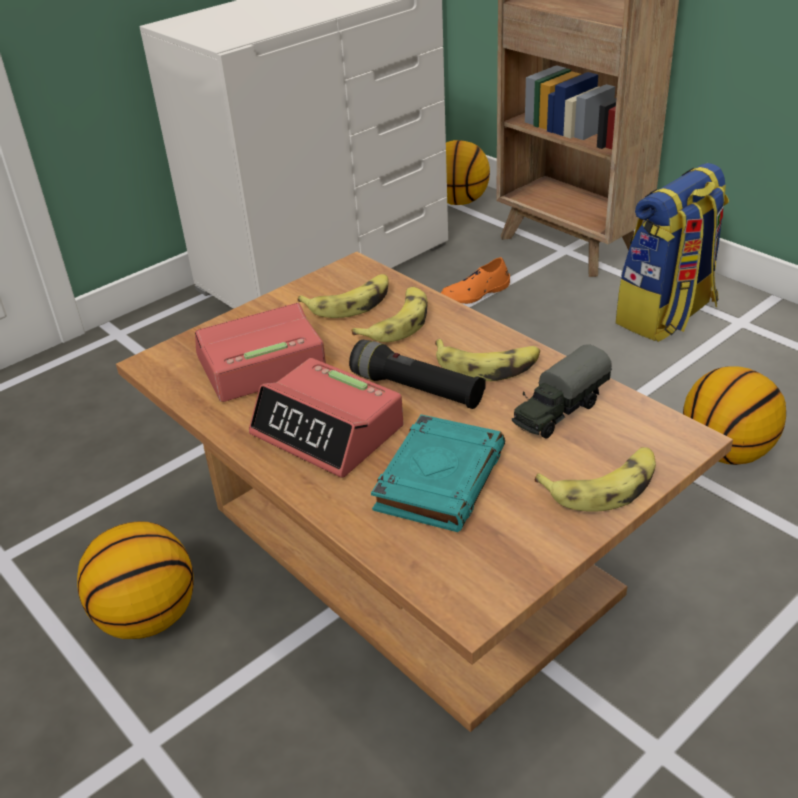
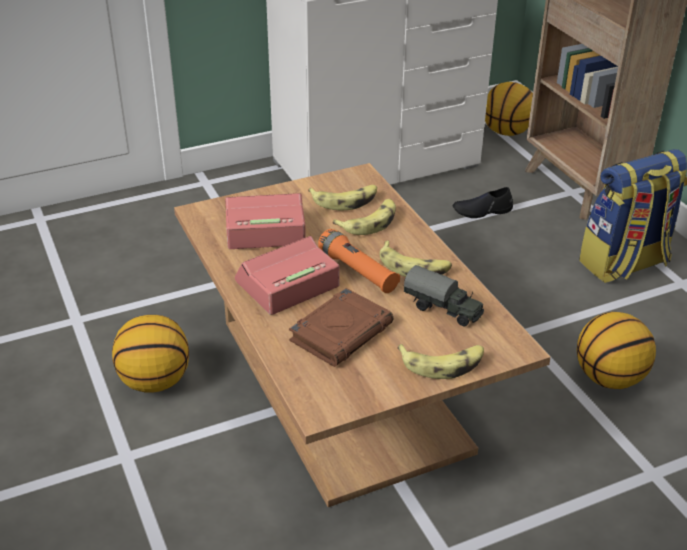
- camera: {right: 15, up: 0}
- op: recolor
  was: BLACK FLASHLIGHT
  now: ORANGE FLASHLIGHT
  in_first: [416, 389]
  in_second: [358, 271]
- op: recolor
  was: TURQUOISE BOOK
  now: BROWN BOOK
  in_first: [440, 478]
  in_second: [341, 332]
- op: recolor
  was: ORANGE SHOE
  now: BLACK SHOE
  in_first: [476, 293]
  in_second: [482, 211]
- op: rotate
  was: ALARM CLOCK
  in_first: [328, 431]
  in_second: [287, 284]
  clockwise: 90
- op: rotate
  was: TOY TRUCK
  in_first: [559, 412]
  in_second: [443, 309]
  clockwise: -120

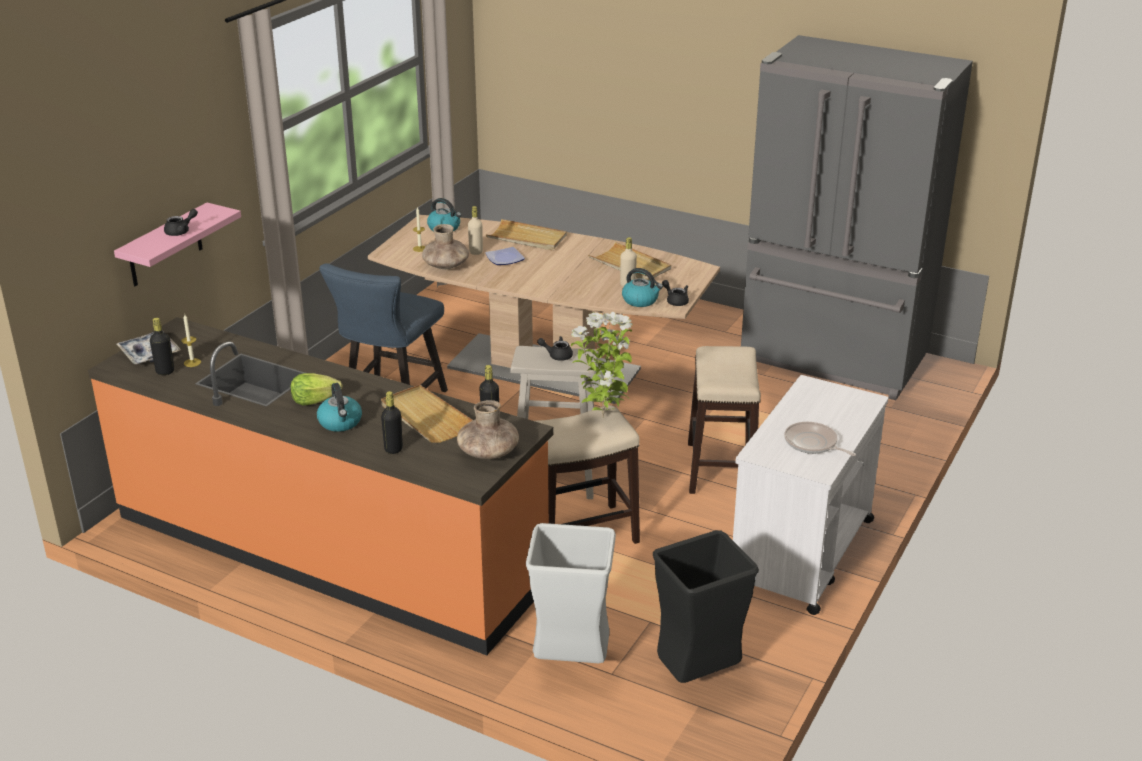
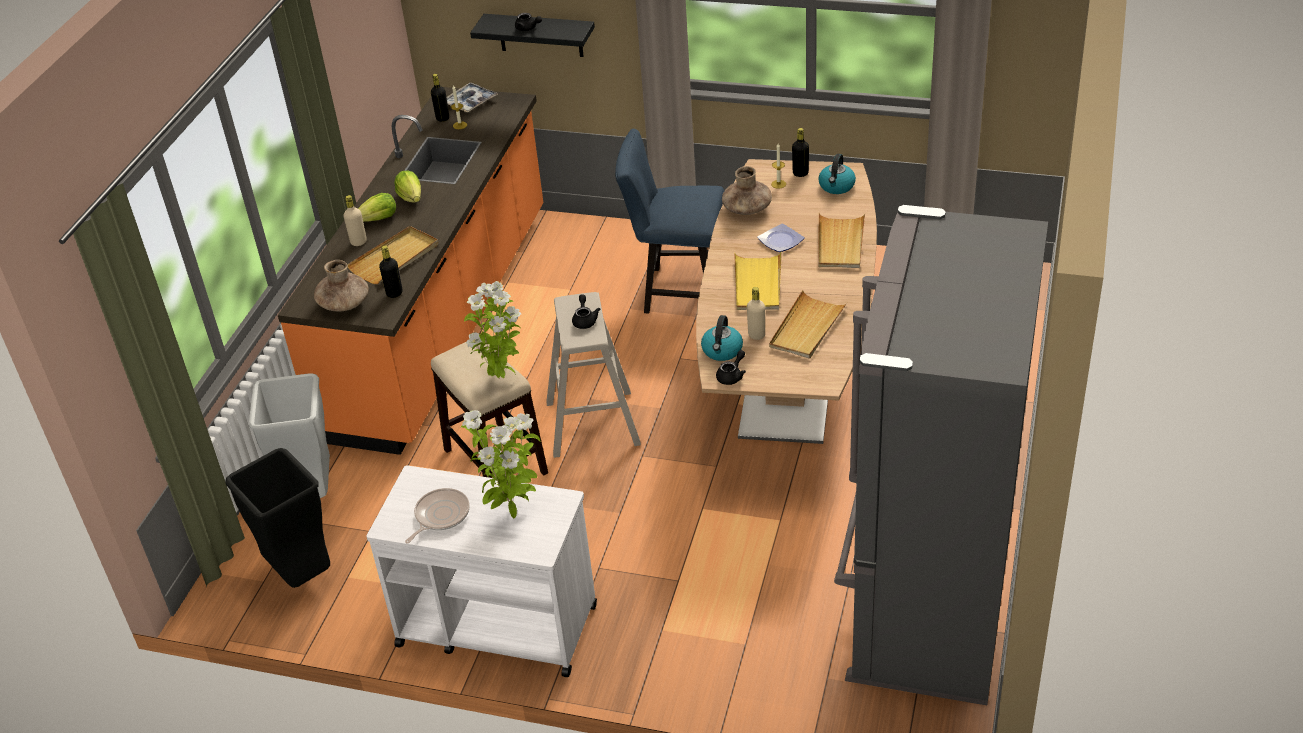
- camera: {right: 80, up: 10}
- op: delete
  was: STOOL
  in_first: [721, 469]
- op: insert
  now: POTTED PLANT
  in_second: [512, 510]
- op: insert
  now: YELLOW TRAY
  in_second: [757, 284]
- op: move
  was: BLACK BOTTLE
  in_first: [393, 449]
  in_second: [800, 173]
- op: move
  was: BEIGE BOTTLE
  in_first: [476, 252]
  in_second: [358, 242]
- op: replace
  was: KETTLE
  now: LETTUCE
  in_first: [340, 422]
  in_second: [379, 219]
- op: recolor
  was: PINK SHELF
  now: BLACK SHELF
  in_first: [165, 246]
  in_second: [540, 35]

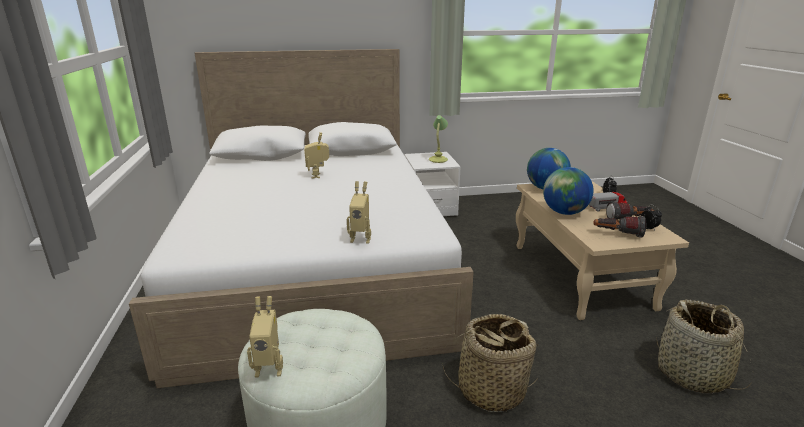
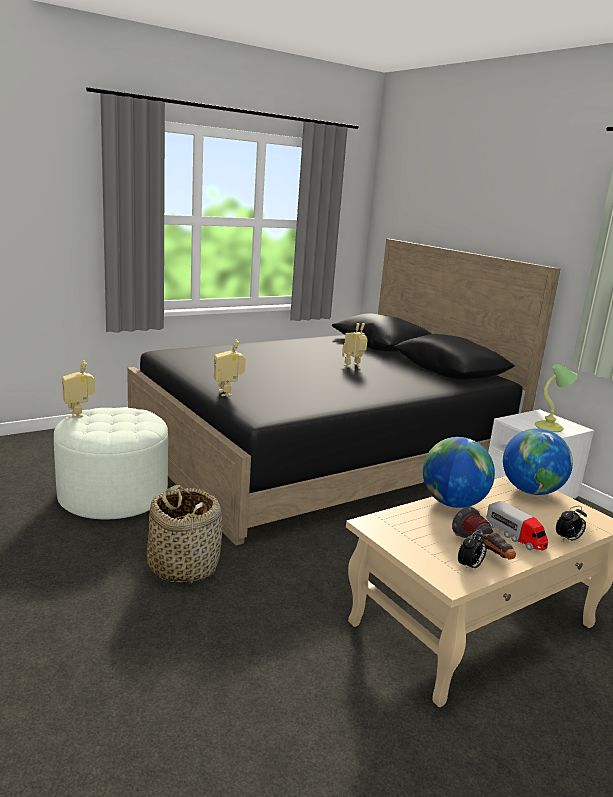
- camera: {right: 65, up: -5}
- op: delete
  was: FLASHLIGHT
  in_first: [617, 234]
- op: delete
  was: BASKET
  in_first: [692, 374]
- op: recolor
  was: WHITE BED
  now: BLACK BED
  in_first: [315, 264]
  in_second: [324, 453]

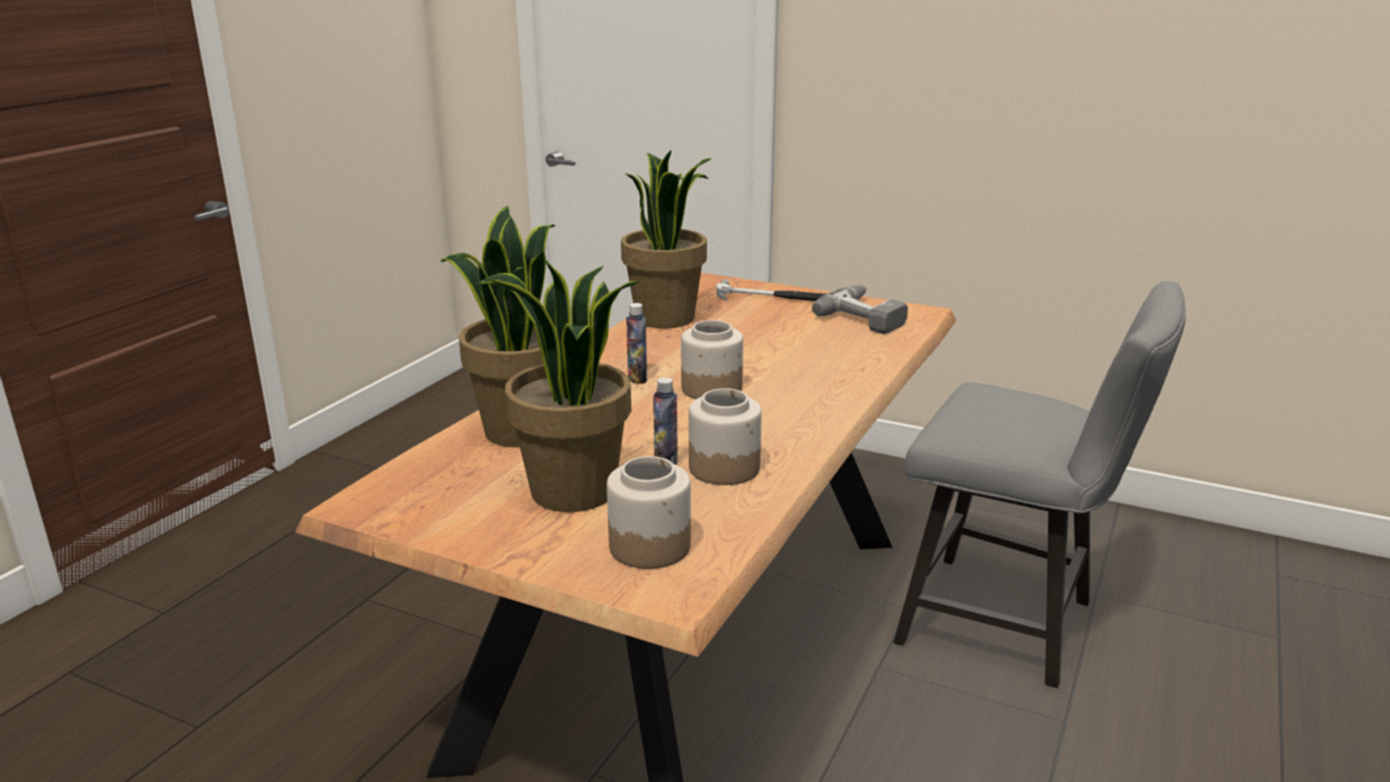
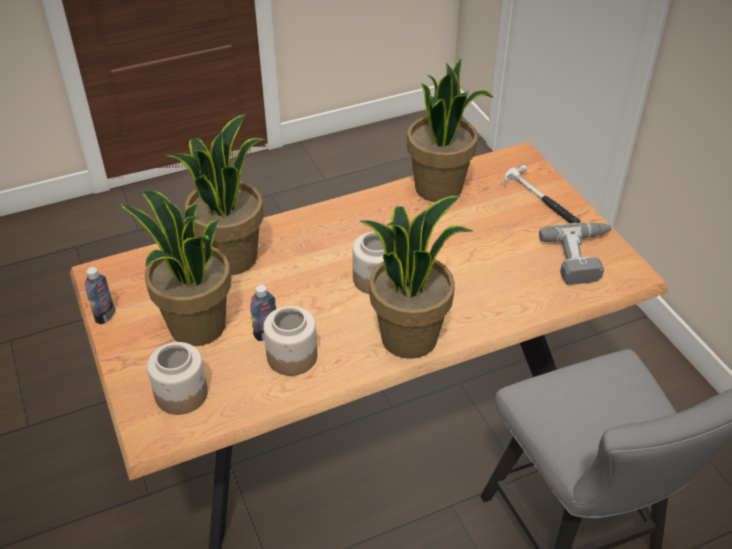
- camera: {right: 40, up: 20}
- op: insert
  now: POTTED PLANT
  in_second: [409, 336]
- op: move
  was: BOTTLE
  in_first: [637, 378]
  in_second: [105, 316]

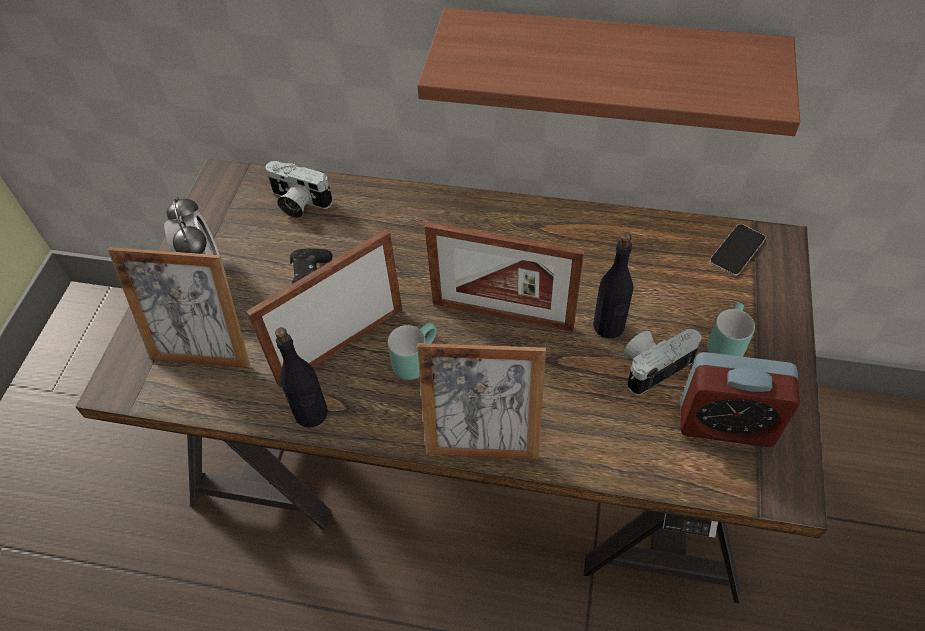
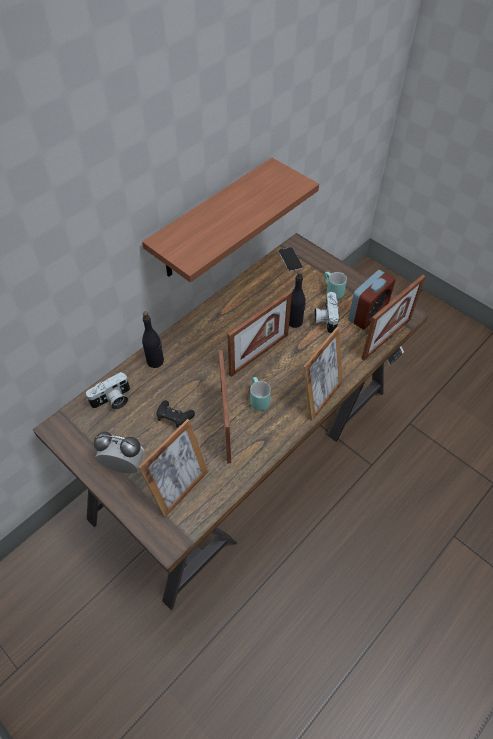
- camera: {right: -60, up: 0}
- op: insert
  now: PICTURE FRAME
  in_second: [386, 338]
- op: move
  was: BLACK BOTTLE
  in_first: [311, 414]
  in_second: [155, 361]

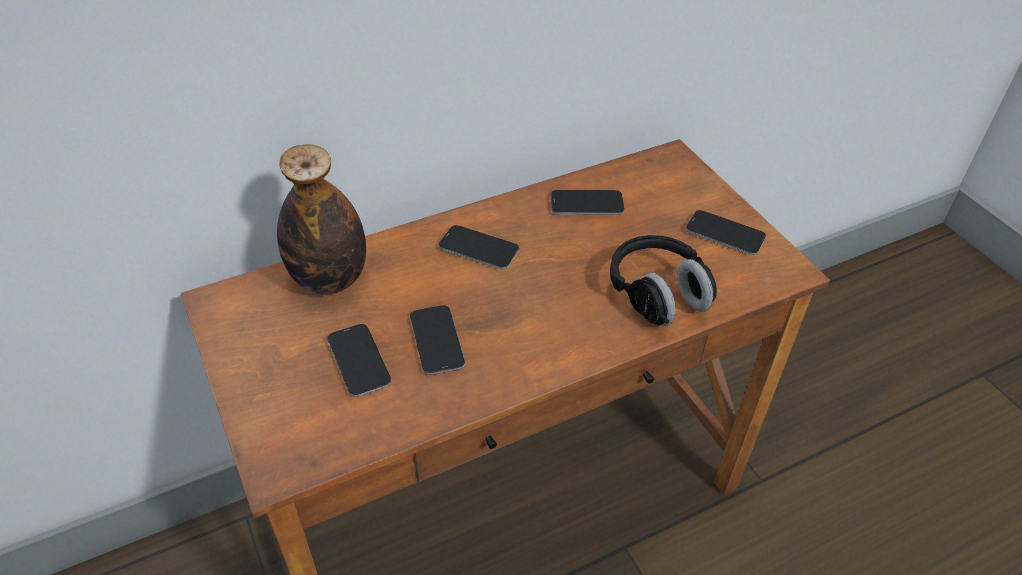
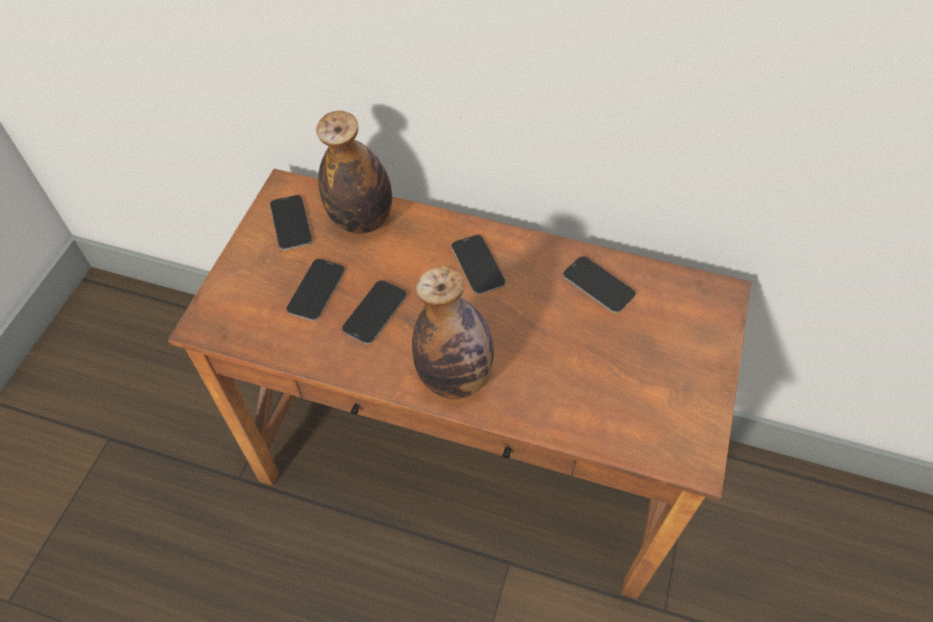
- camera: {right: 45, up: 10}
- op: delete
  was: BLACK HEADPHONES
  in_first: [657, 295]
- op: insert
  now: BOTTLE
  in_second: [454, 377]
- op: move
  was: PHONE
  in_first: [725, 234]
  in_second: [291, 223]

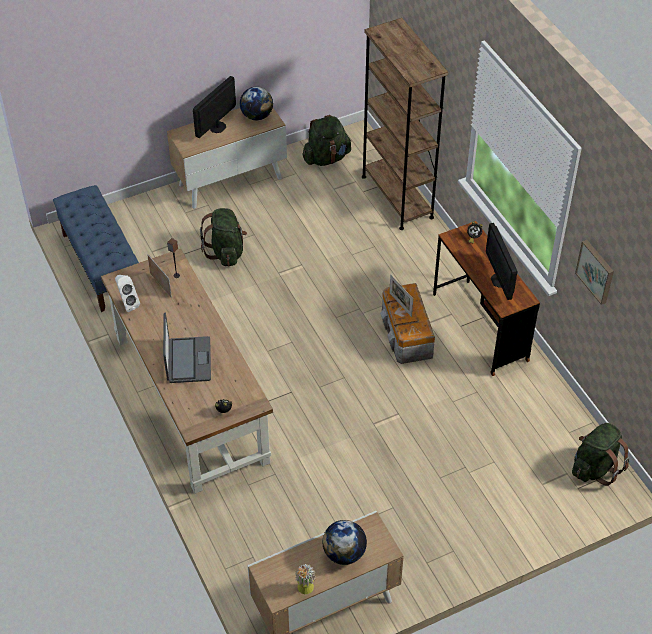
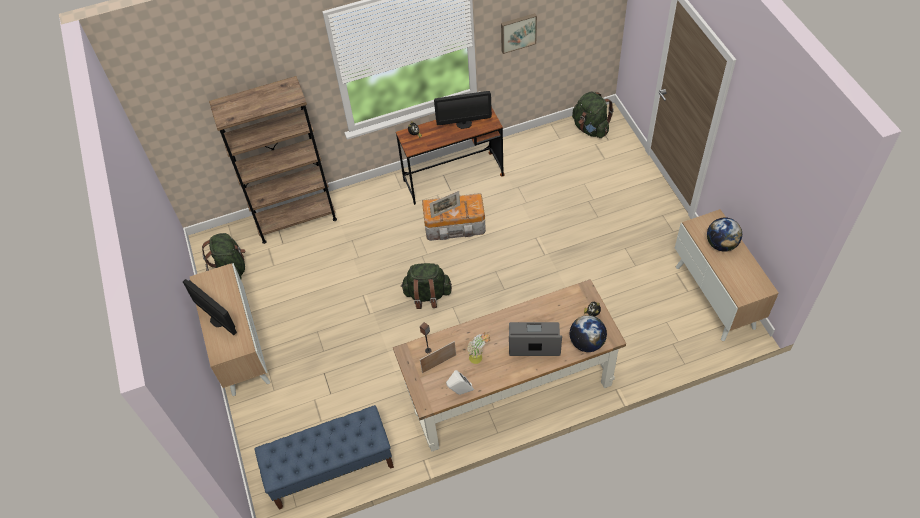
- camera: {right: -80, up: 5}
- op: move
  was: GREEN BACKPACK
  in_first: [226, 252]
  in_second: [427, 295]
- op: move
  was: GLOBE
  in_first: [257, 116]
  in_second: [586, 342]
- op: move
  was: POTTED PLANT
  in_first: [305, 591]
  in_second: [479, 358]

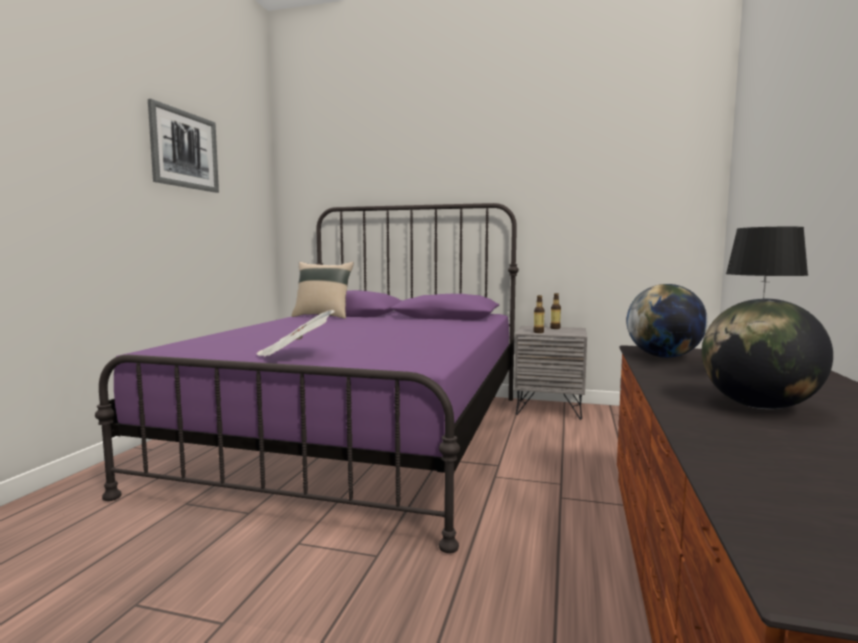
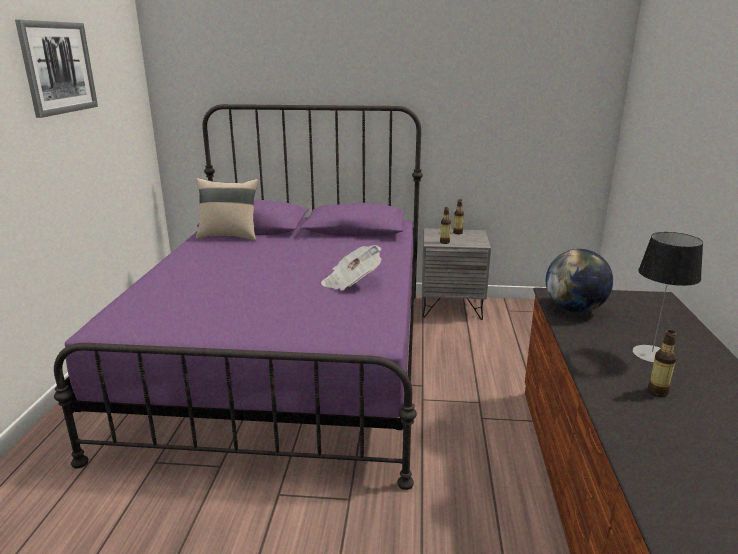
- camera: {right: -10, up: 15}
- op: move
  was: NEWSPAPER
  in_first: [295, 354]
  in_second: [351, 282]
- op: replace
  was: GLOBE
  now: BOTTLE
  in_first: [758, 406]
  in_second: [657, 392]

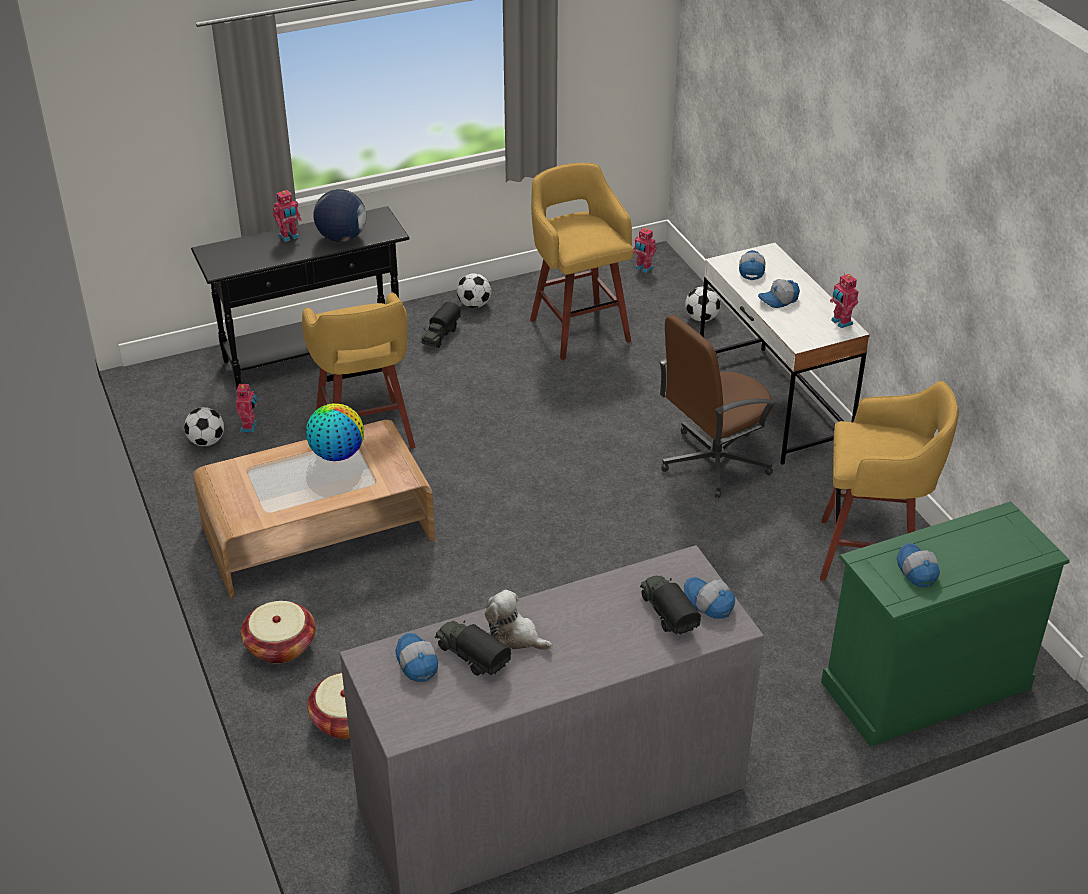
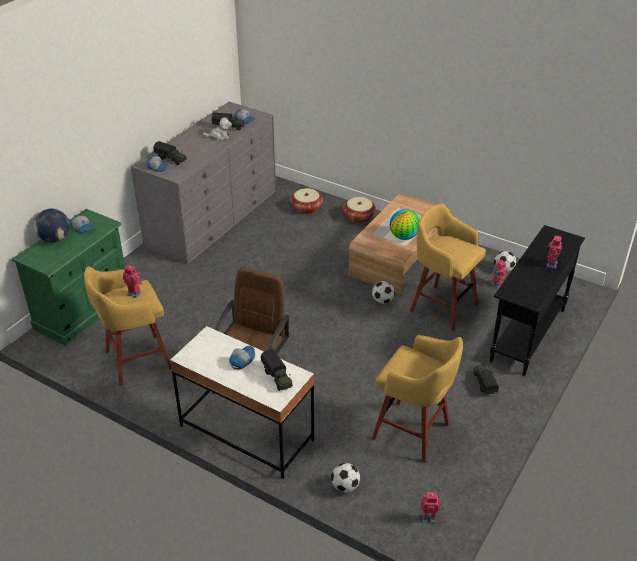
- camera: {right: 145, up: 0}
- op: move
  was: GLOBE
  in_first: [341, 238]
  in_second: [55, 239]
- op: move
  was: FOOTBALL
  in_first: [474, 305]
  in_second: [382, 301]
- op: move
  was: TOY ROBOT
  in_first: [840, 322]
  in_second: [135, 293]
- op: replace
  was: CAP
  now: TOY TRUCK
  in_first: [751, 269]
  in_second: [277, 377]

